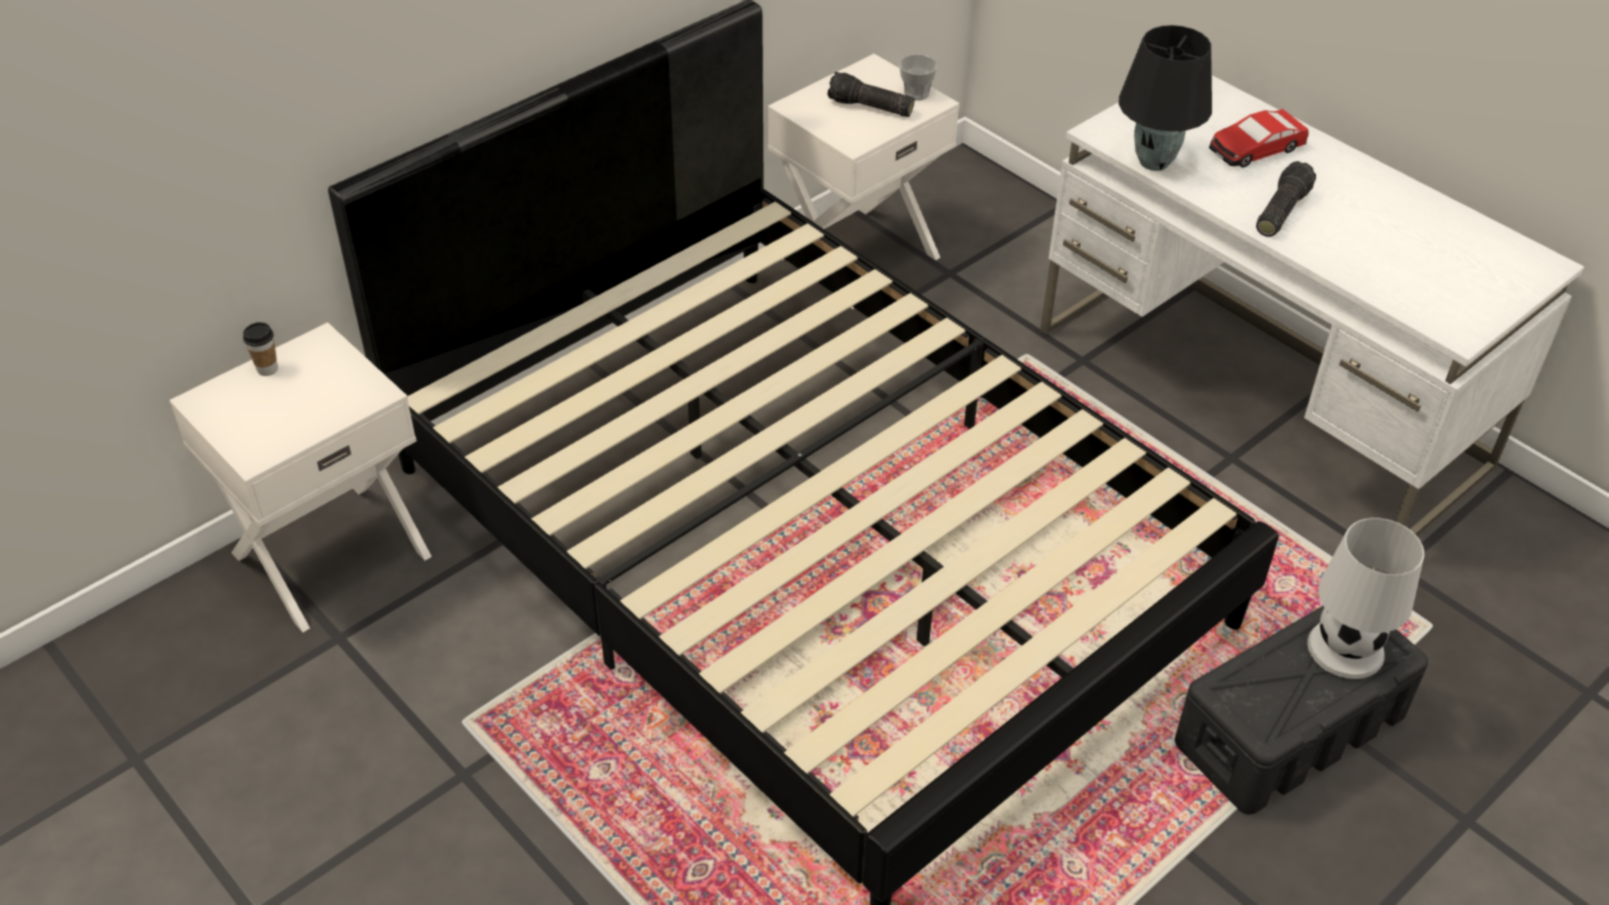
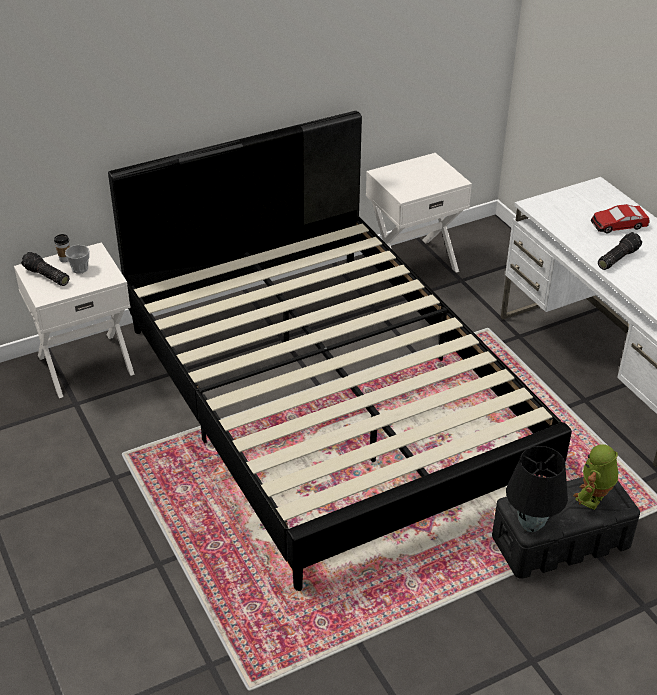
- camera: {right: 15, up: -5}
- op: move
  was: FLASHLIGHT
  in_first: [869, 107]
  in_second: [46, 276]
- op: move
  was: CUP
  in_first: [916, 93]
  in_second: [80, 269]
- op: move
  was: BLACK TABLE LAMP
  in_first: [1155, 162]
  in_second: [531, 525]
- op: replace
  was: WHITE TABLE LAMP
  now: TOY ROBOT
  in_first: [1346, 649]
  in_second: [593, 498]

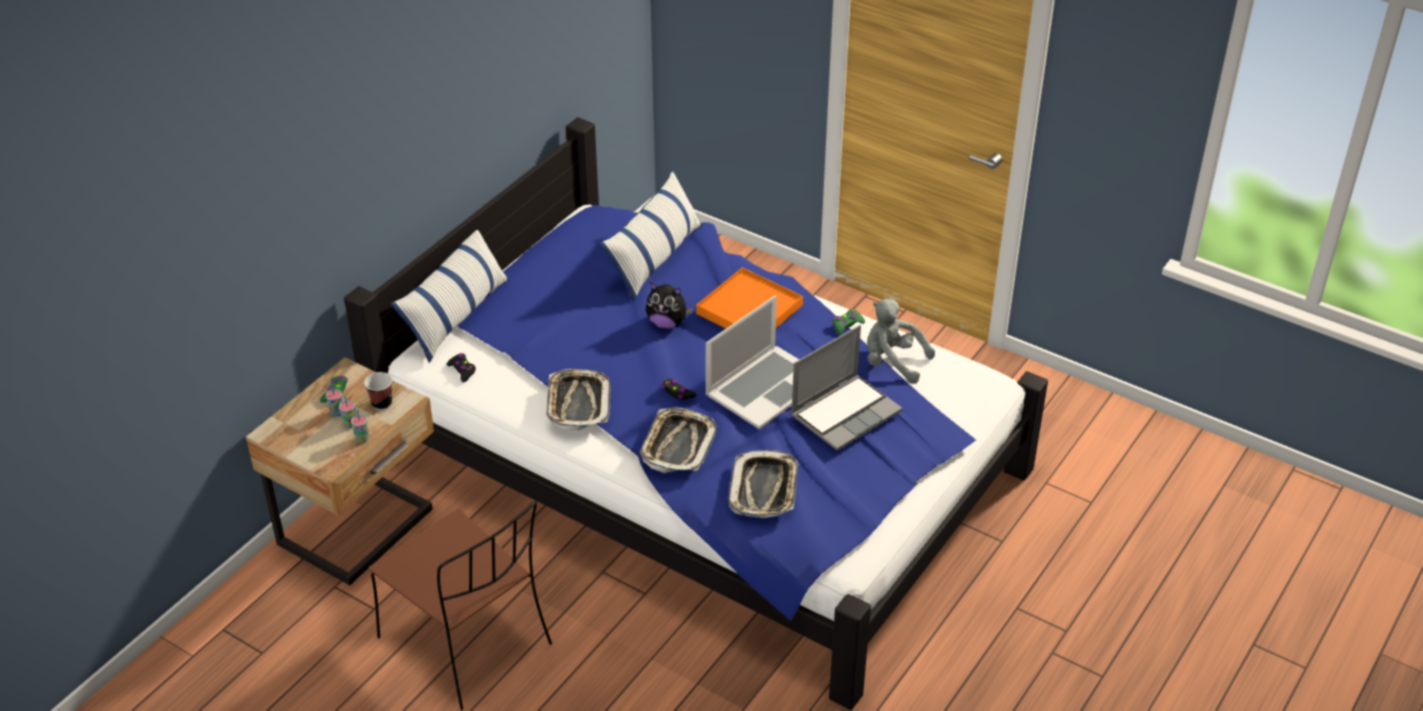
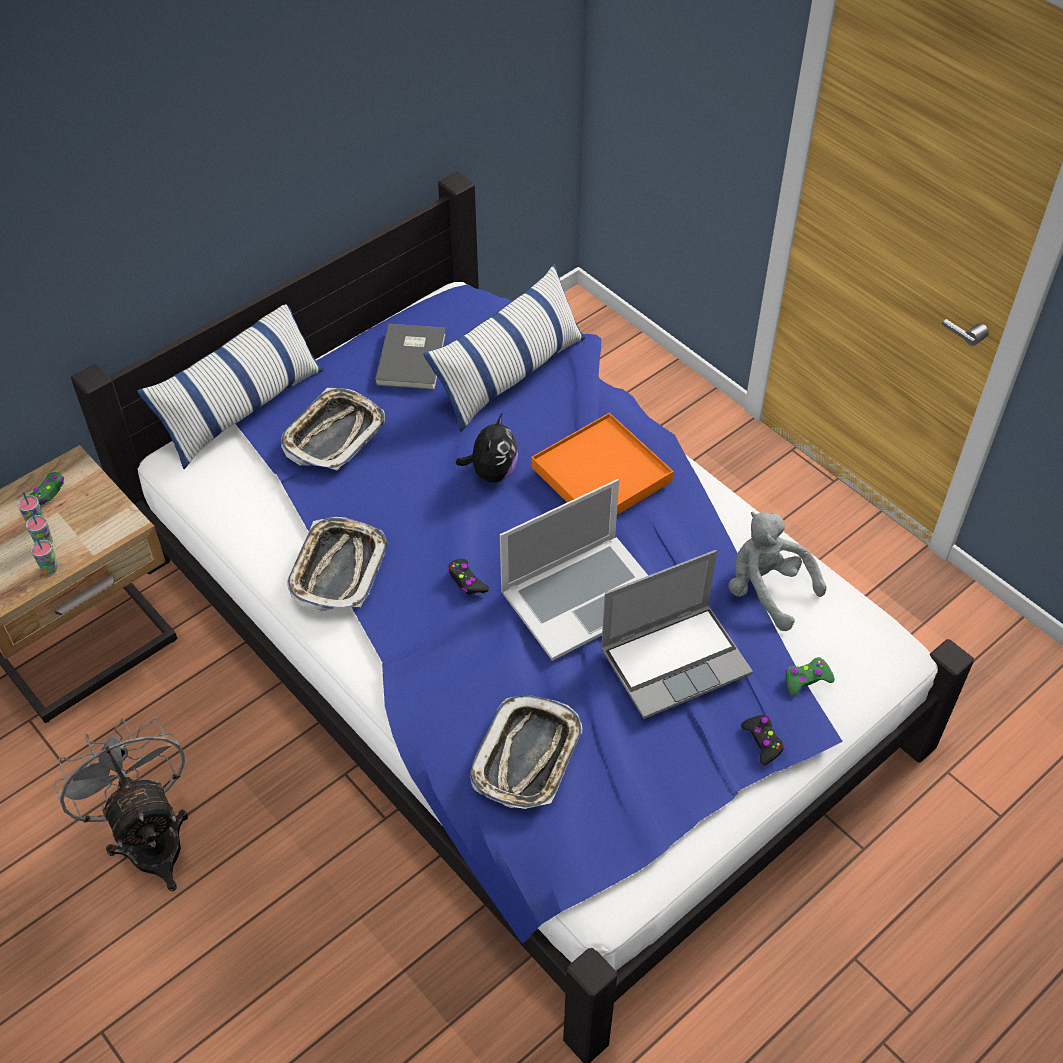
- camera: {right: 15, up: 10}
- op: delete
  was: CUP
  in_first: [381, 403]
- op: insert
  now: GREY BOOK
  in_second: [413, 358]
- op: move
  was: BLACK GAME CONTROLLER
  in_first: [462, 370]
  in_second: [763, 741]
- op: move
  was: TRAY
  in_first: [678, 445]
  in_second: [333, 434]
- op: move
  was: GREEN GAME CONTROLLER
  in_first: [846, 325]
  in_second: [806, 679]
- op: replace
  was: BROWN CHAIR
  now: GREY FAN
  in_first: [468, 643]
  in_second: [150, 839]
- op: rotate
  was: PLUSH TOY
  in_first: [667, 323]
  in_second: [492, 472]
  clockwise: -105

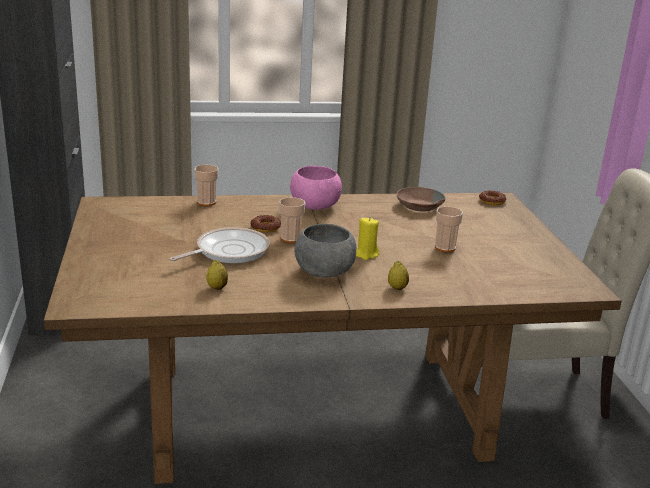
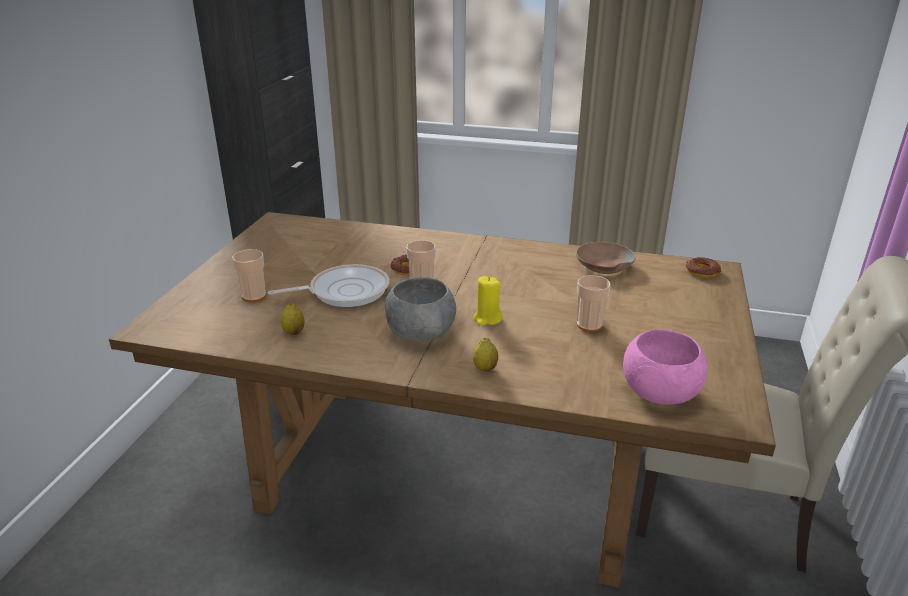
- camera: {right: 25, up: 5}
- op: move
  was: CUP
  in_first: [206, 202]
  in_second: [254, 296]
- op: move
  was: PINK BOWL
  in_first: [315, 205]
  in_second: [660, 392]

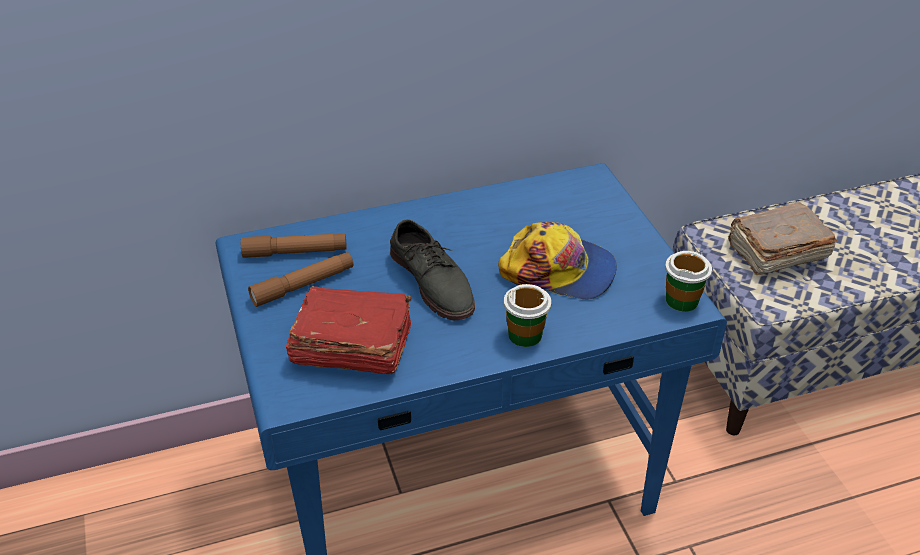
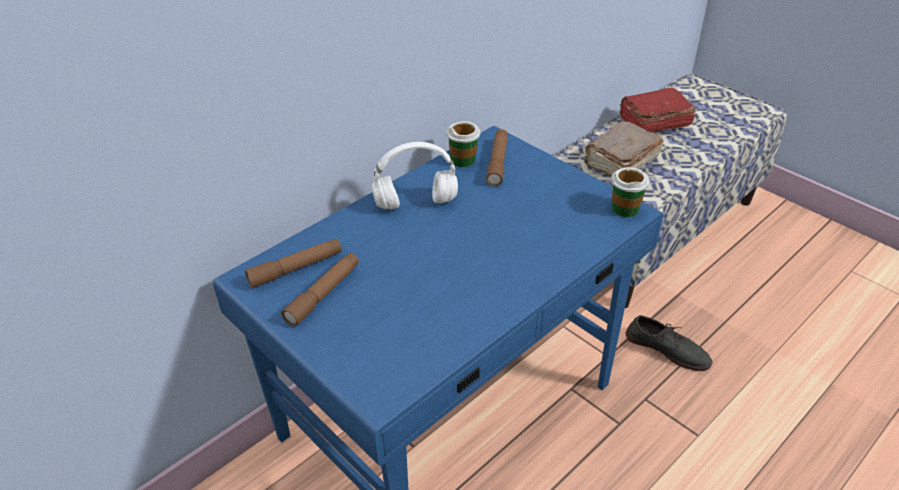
- camera: {right: -25, up: 0}
- op: delete
  was: CAP
  in_first: [559, 270]
- op: insert
  now: WHITE HEADPHONES
  in_second: [414, 203]
- op: insert
  now: BROWN FLASHLIGHT
  in_second: [497, 162]
- op: move
  was: RED BOOK
  in_first: [350, 346]
  in_second: [653, 122]
- op: move
  was: GREY SHOE
  in_first: [433, 281]
  in_second: [667, 349]
- op: move
  was: CUP
  in_first: [525, 335]
  in_second: [463, 160]

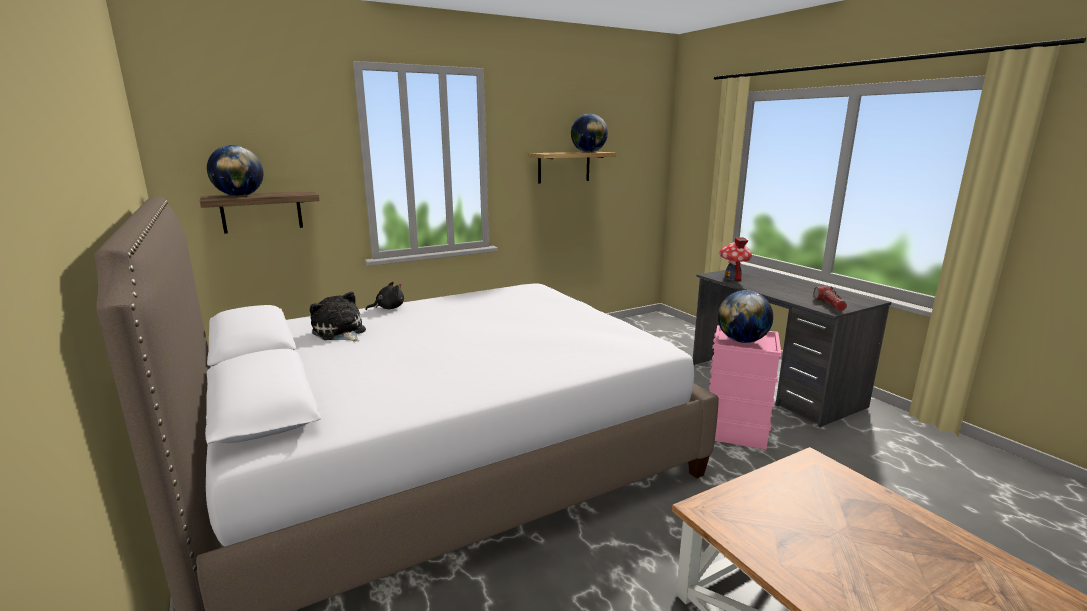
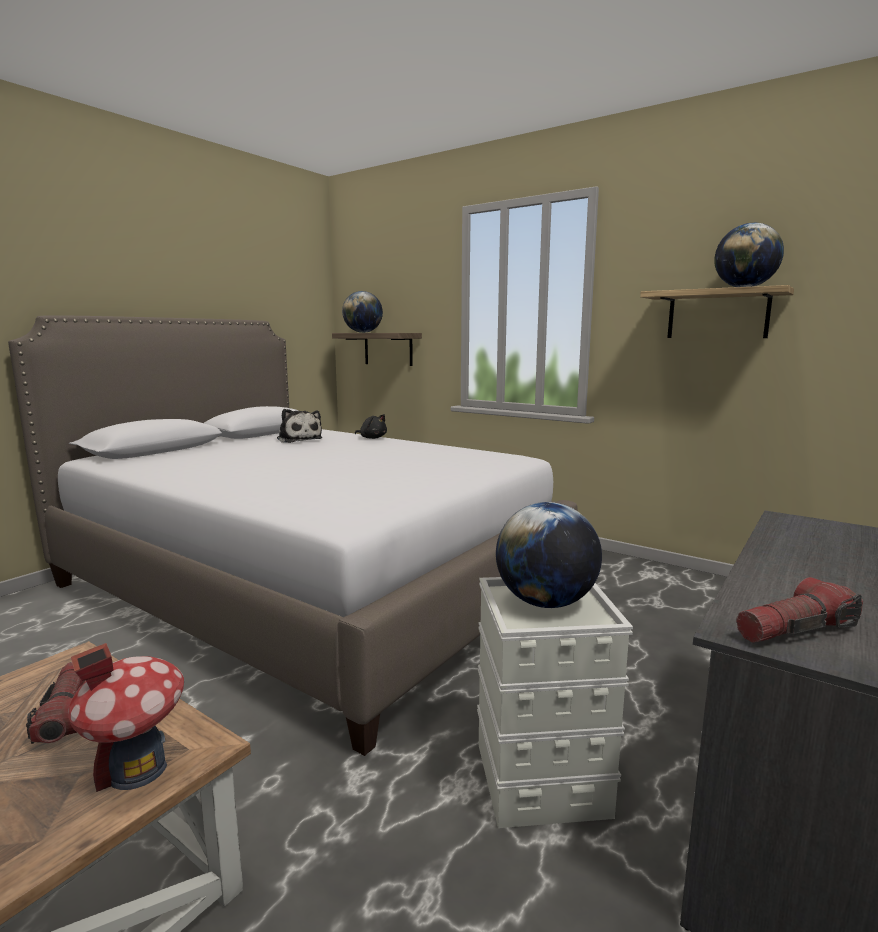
- camera: {right: 65, up: -5}
- op: insert
  now: FLASHLIGHT
  in_second: [66, 713]
- op: move
  was: TOY HOUSE
  in_first: [732, 278]
  in_second: [137, 769]
- op: recolor
  was: PINK STORAGE BOX
  now: GREY STORAGE BOX
  in_first: [735, 430]
  in_second: [539, 778]
- op: rotate
  was: PLUSH TOY
  in_first: [340, 333]
  in_second: [299, 439]
  clockwise: 120

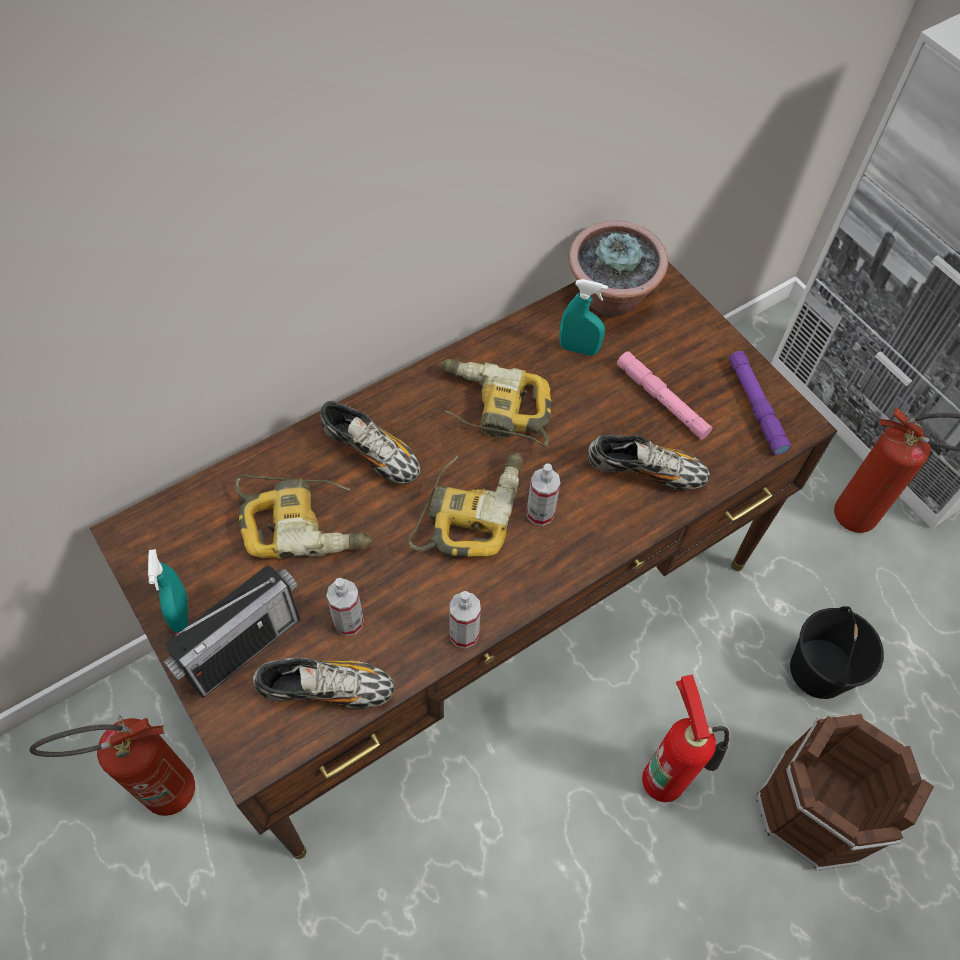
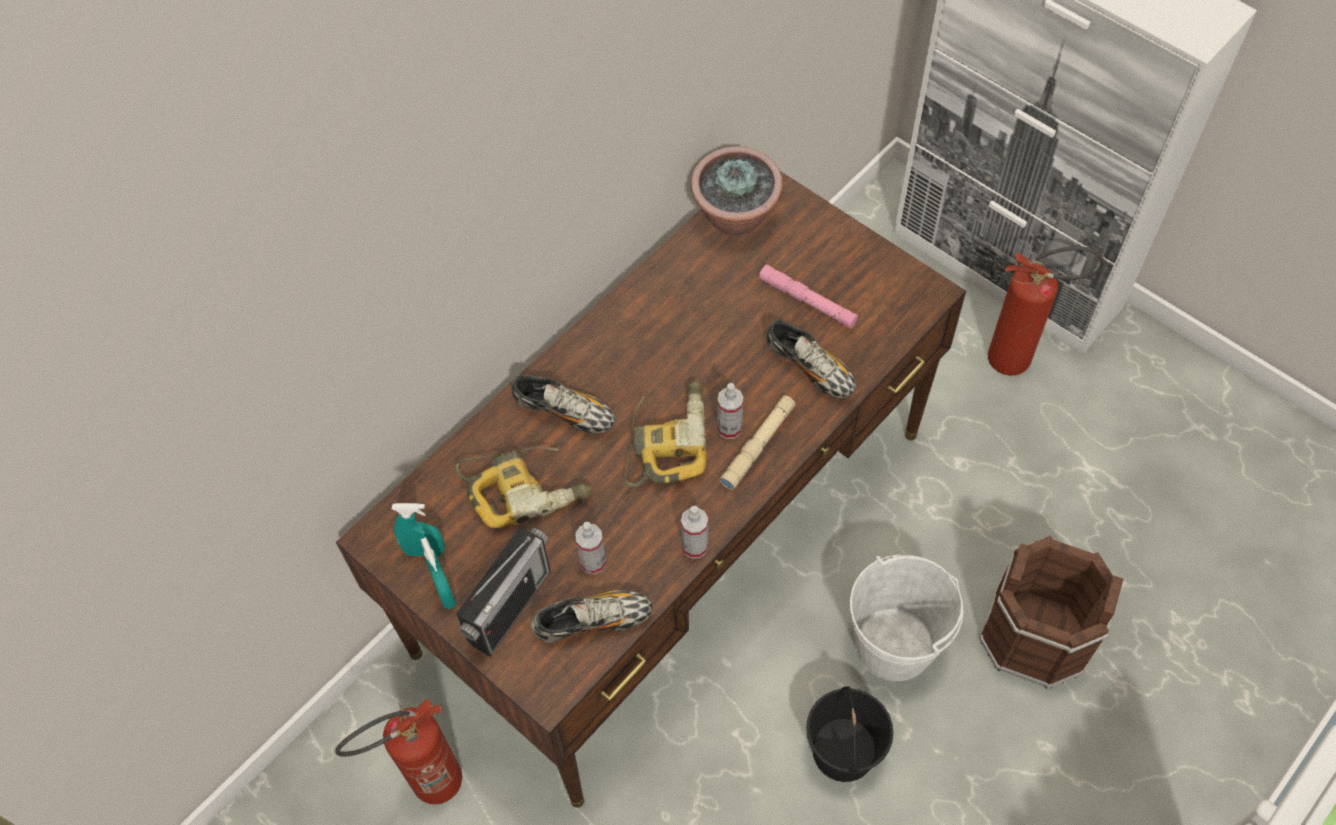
- camera: {right: -10, up: 0}
- op: delete
  was: POWER DRILL
  in_first: [492, 409]
- op: delete
  was: PURPLE FLASHLIGHT
  in_first: [756, 406]
- op: insert
  now: BEIGE FLASHLIGHT
  in_second: [758, 446]
- op: move
  was: TURQUOISE SPRAY BOTTLE
  in_first: [578, 349]
  in_second: [424, 551]
- op: move
  was: BLACK BUCKET
  in_first: [820, 671]
  in_second: [844, 752]
- op: replace
  was: FIRE EXTINGUISHER
  now: WHITE BUCKET
  in_first: [666, 776]
  in_second: [894, 644]
- op: rotate
  was: SHOE
  in_first: [645, 471]
  in_second: [810, 368]
  clockwise: 45

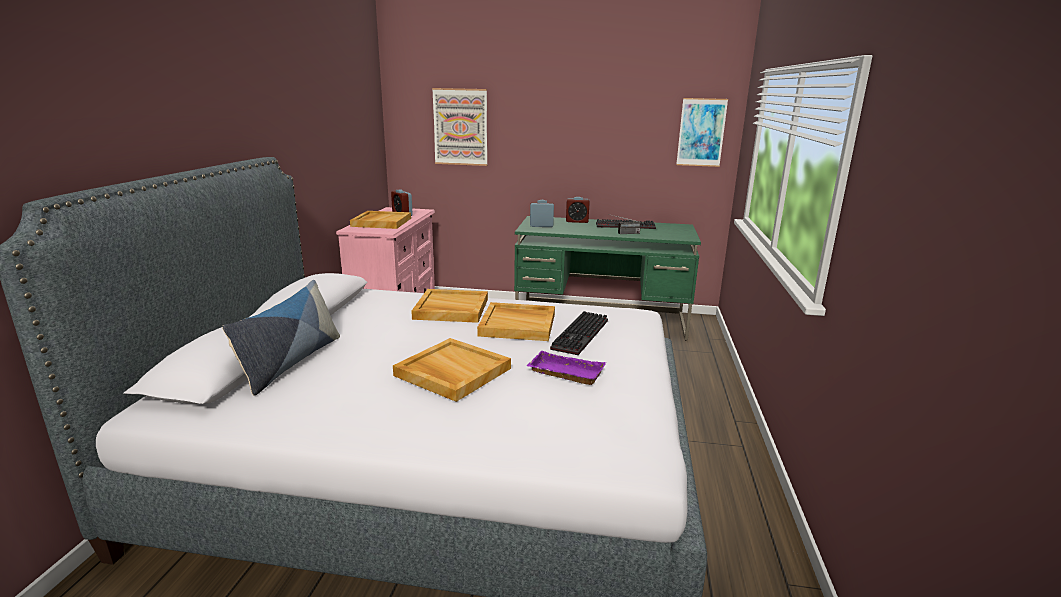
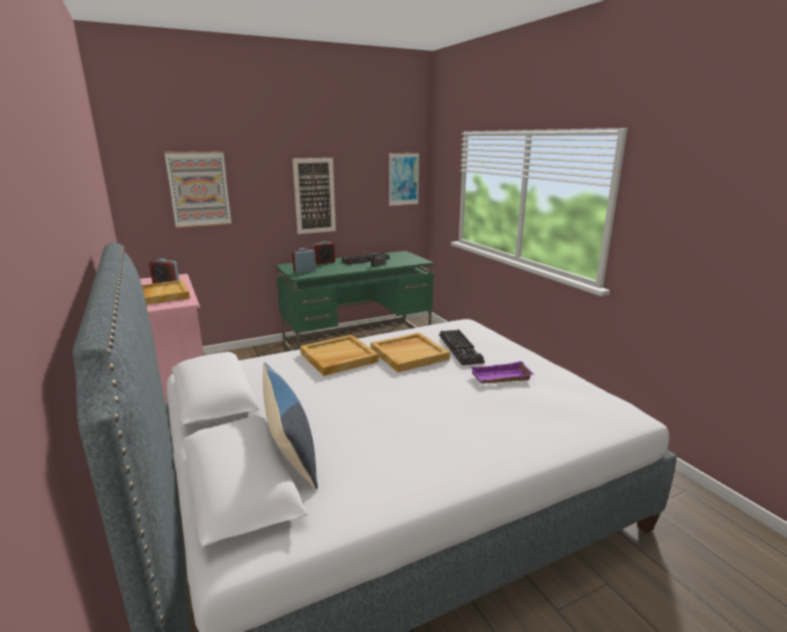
- camera: {right: -35, up: 0}
- op: delete
  was: BEIGE TRAY
  in_first: [451, 372]
- op: insert
  now: PICTURE
  in_second: [314, 196]

